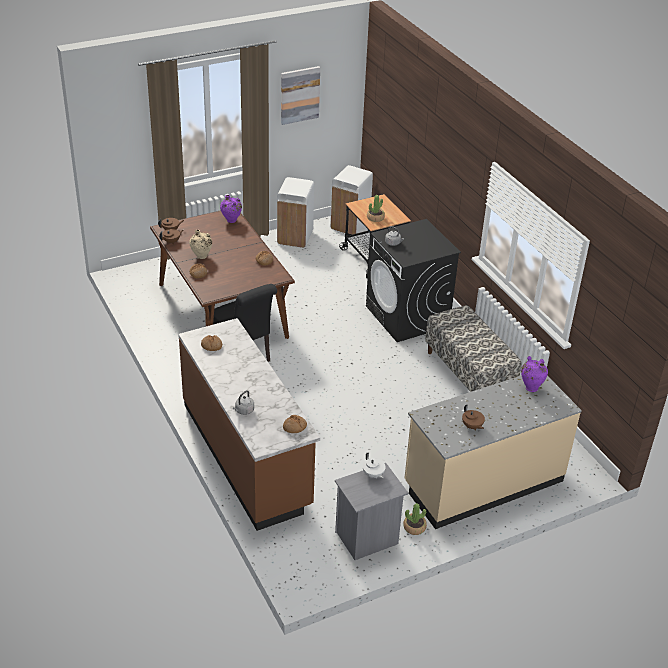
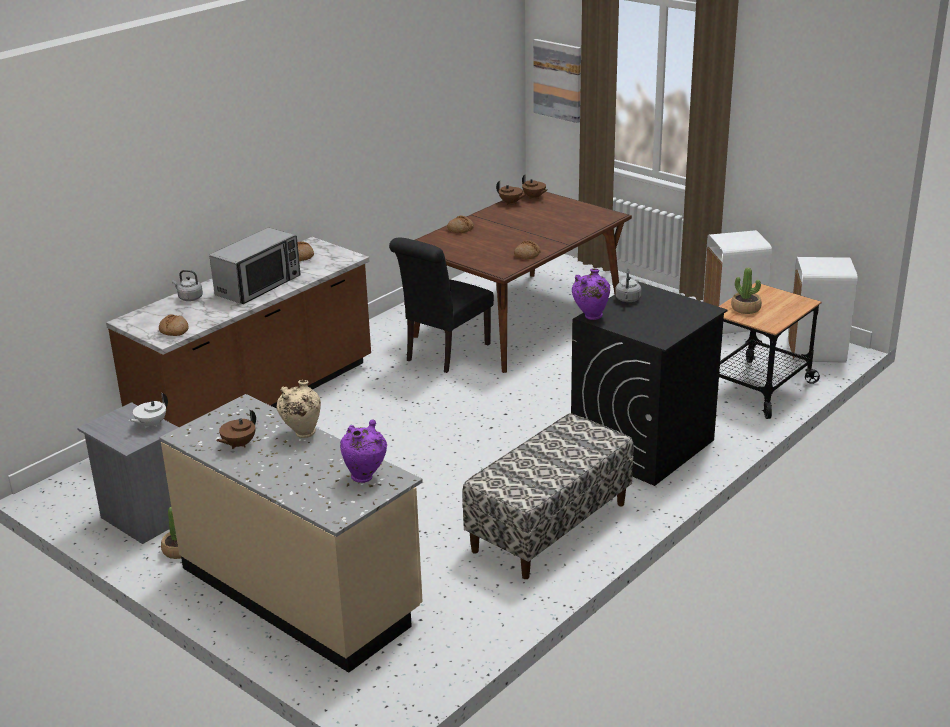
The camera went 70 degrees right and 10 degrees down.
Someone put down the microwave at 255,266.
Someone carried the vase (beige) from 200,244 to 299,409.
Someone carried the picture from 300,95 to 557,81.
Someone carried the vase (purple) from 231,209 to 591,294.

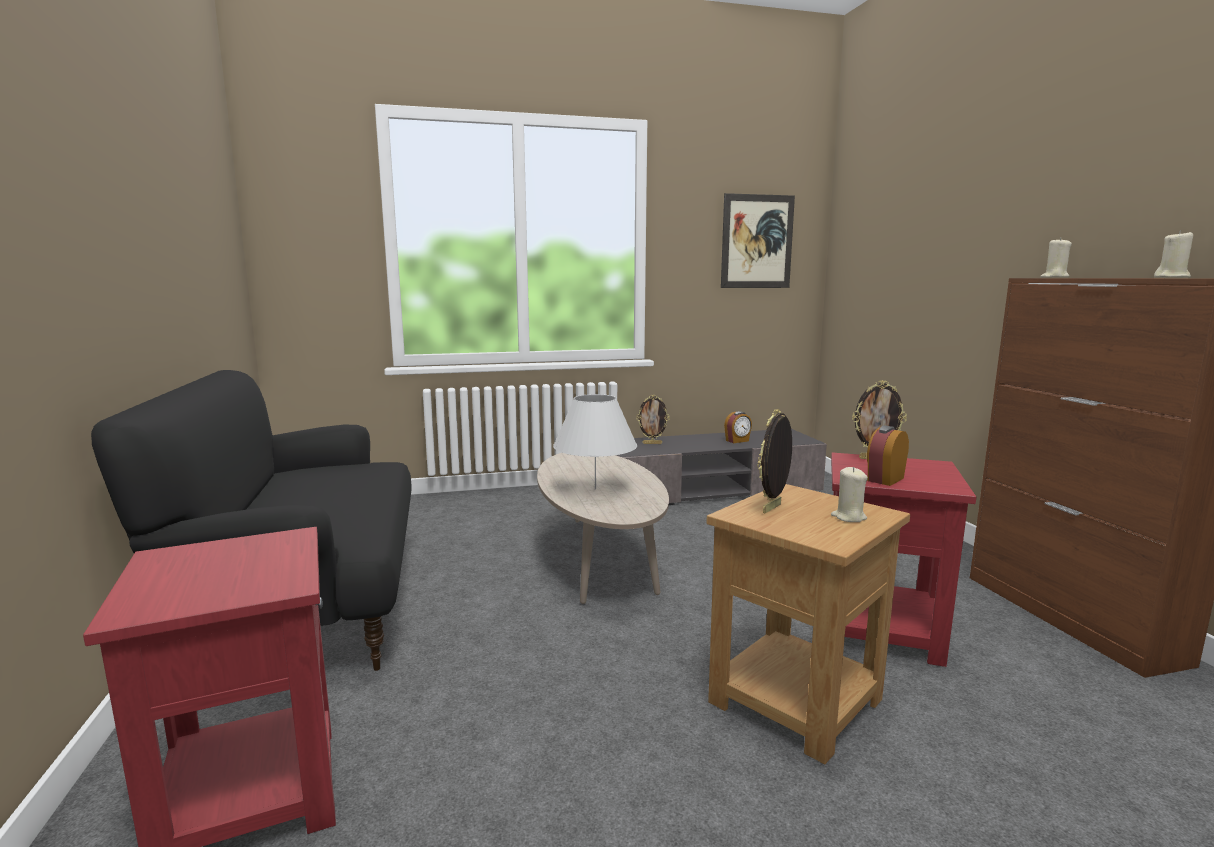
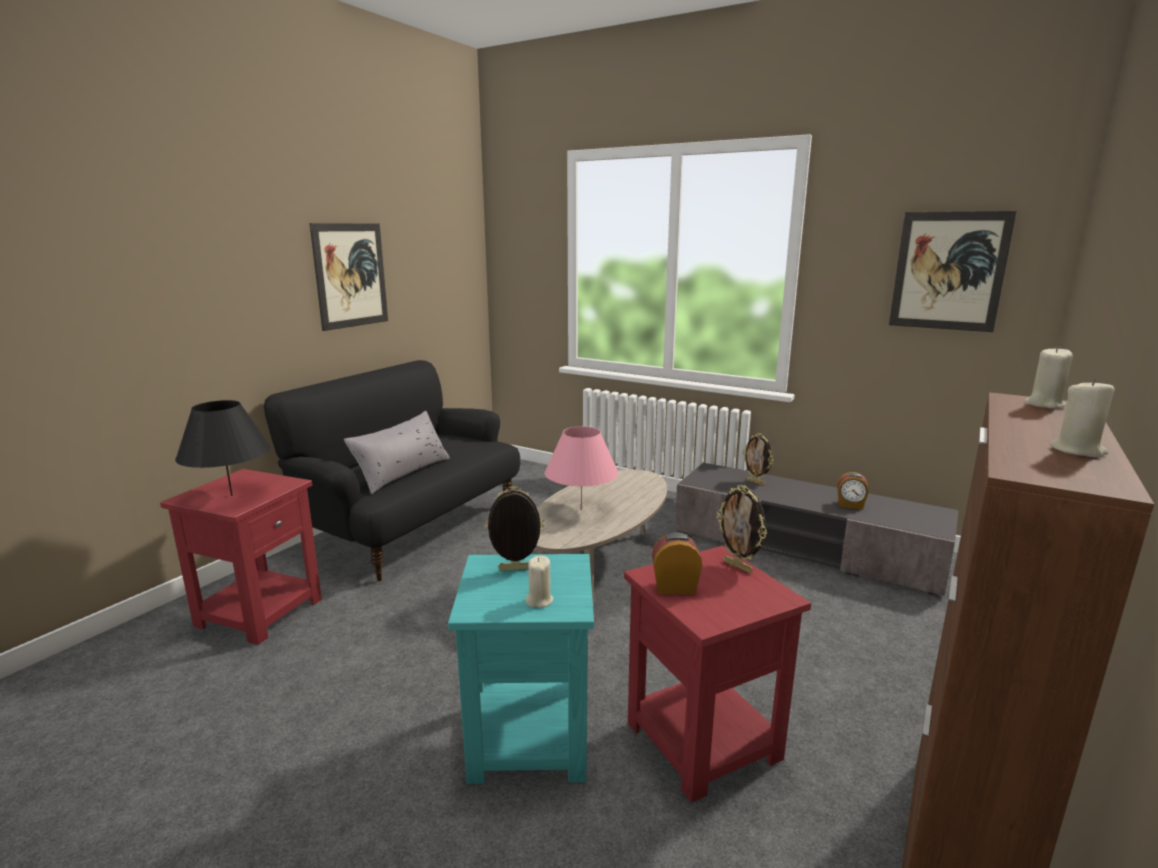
The camera went 45 degrees right and 5 degrees up.
Someone put down the table lamp (black) at 223,448.
Someone put up the picture at 349,277.
Someone put down the pillow (grey) at 397,452.
Someone repainted the side table (brown) at 808,624, which became the side table (turquoise) at 521,669.
Someone repainted the table lamp (white) at 595,442, which became the table lamp (pink) at 582,468.

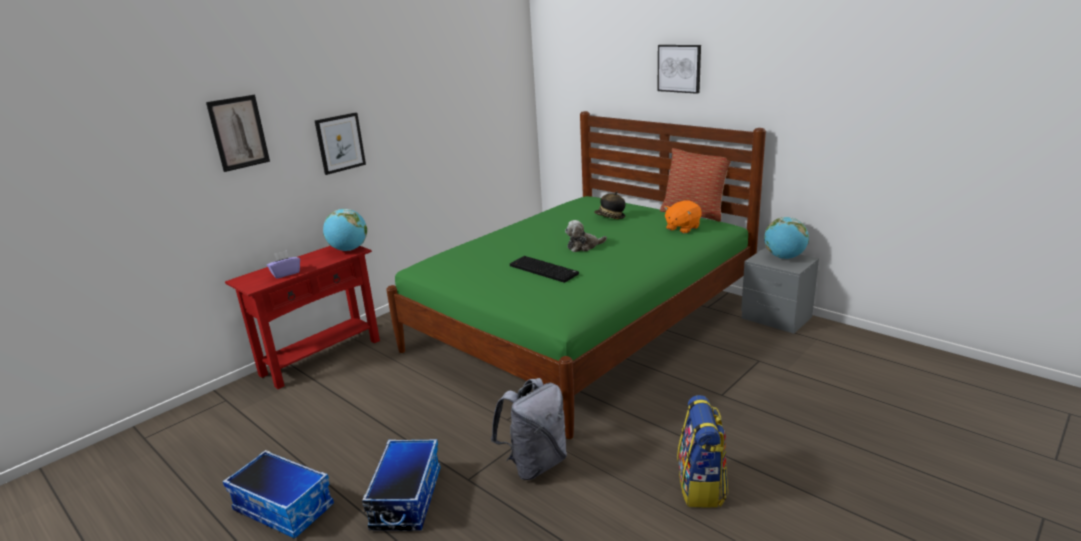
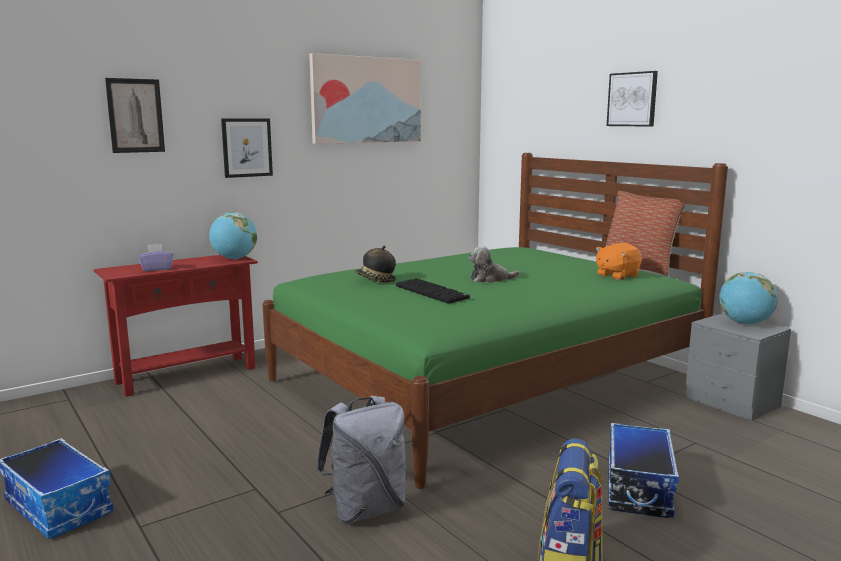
The camera went 10 degrees right and 10 degrees down.
Someone put up the picture at 365,98.
Someone carried the hat from 609,205 to 375,264.
Someone carried the storage box from 401,485 to 643,470.

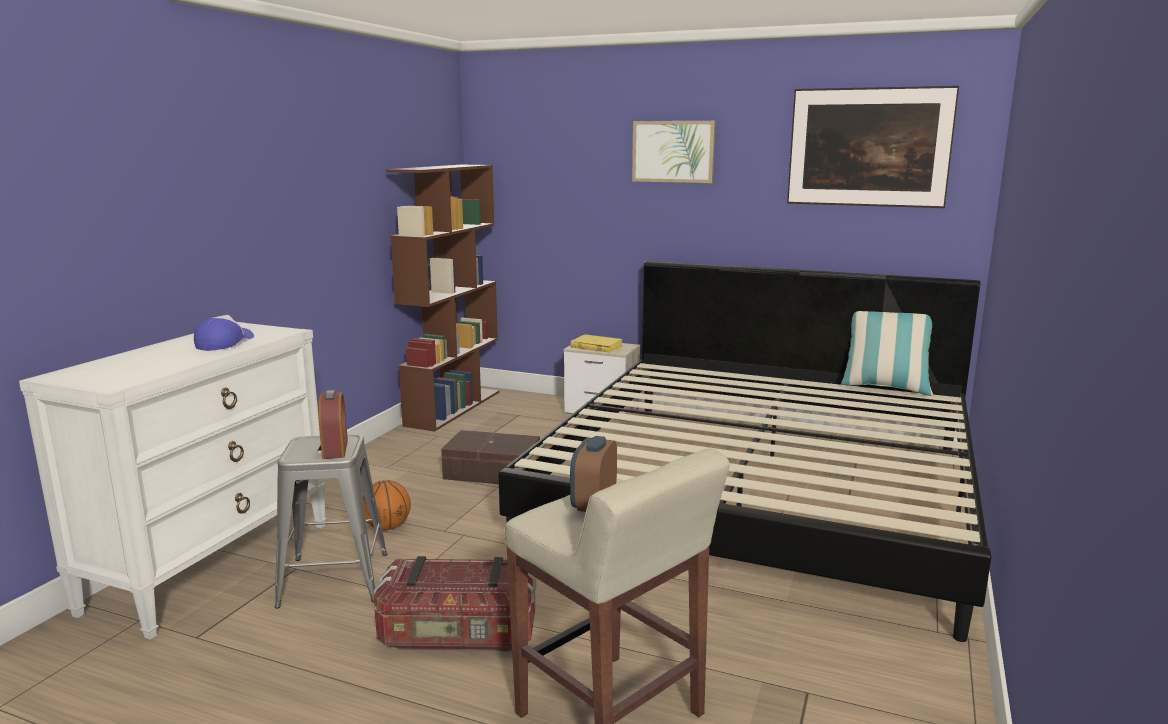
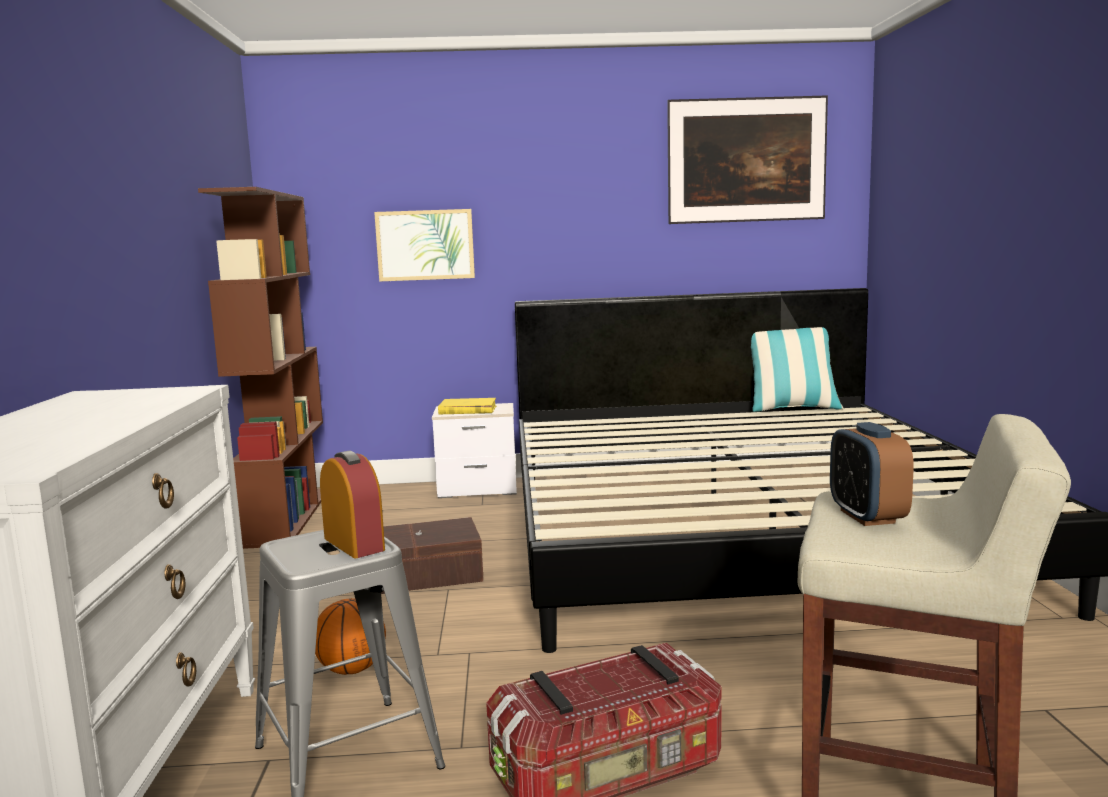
The camera went 25 degrees left and 5 degrees down.
Someone carried the picture from 674,152 to 424,245.
Someone took away the cap at 224,333.

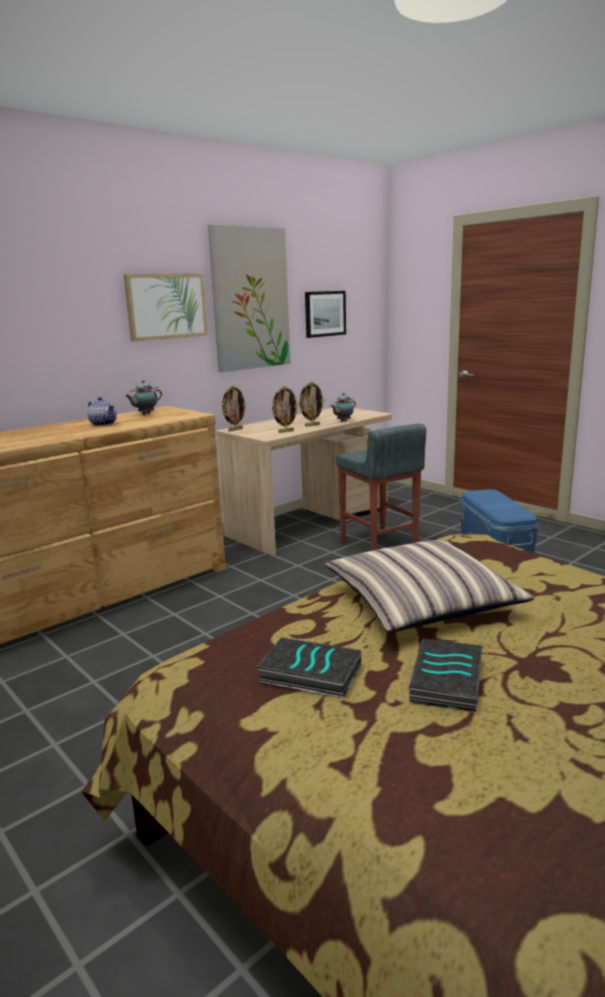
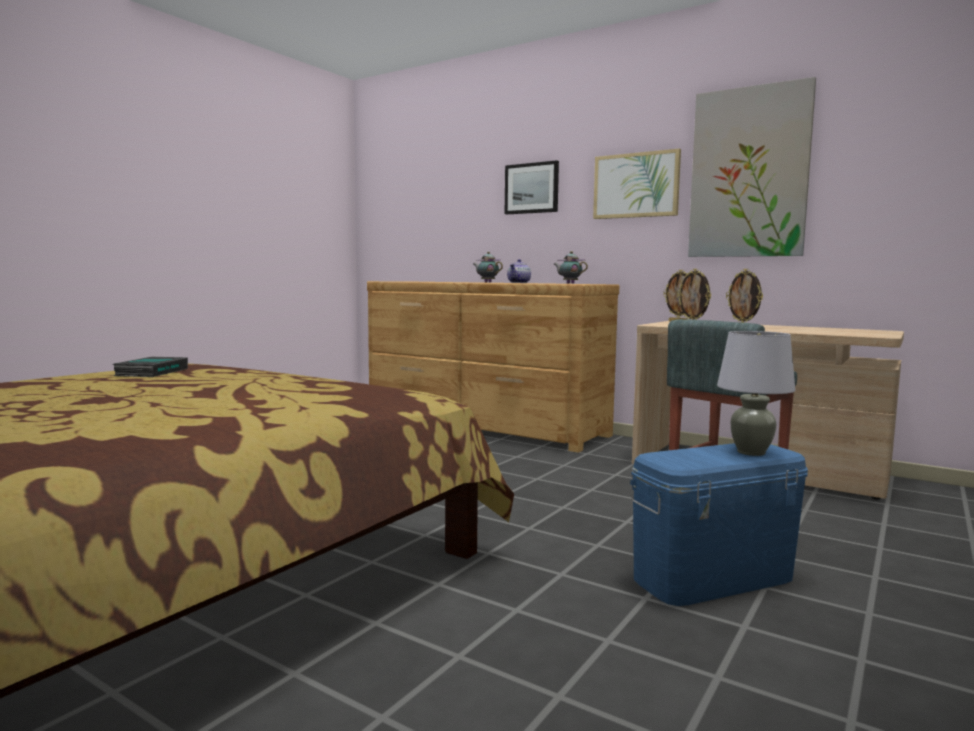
The camera went 75 degrees right and 10 degrees down.
Someone carried the teapot from 343,407 to 488,267.
Someone carried the picture from 325,314 to 532,187.
Someone put down the table lamp (grey) at 756,393.
Someone took away the pillow at 429,586.
Someone took away the book at 445,675.

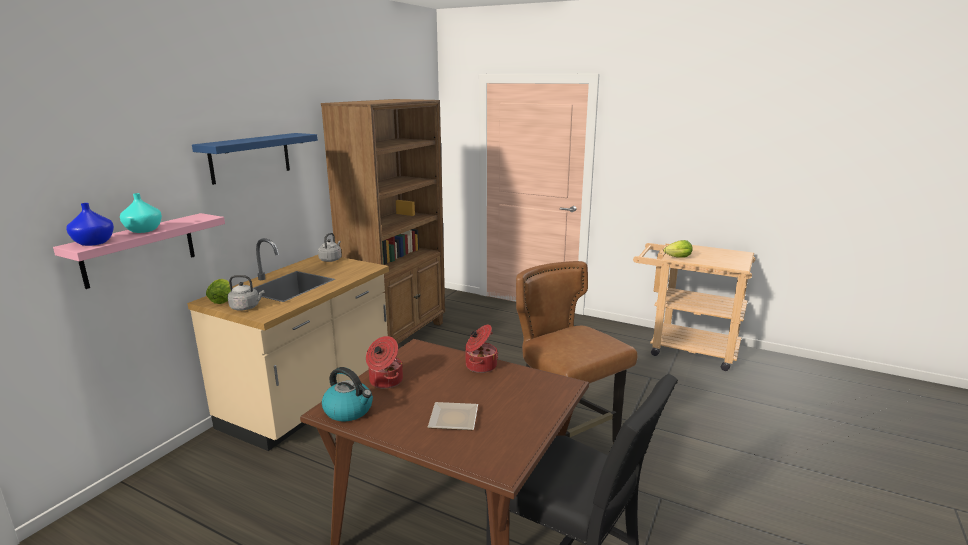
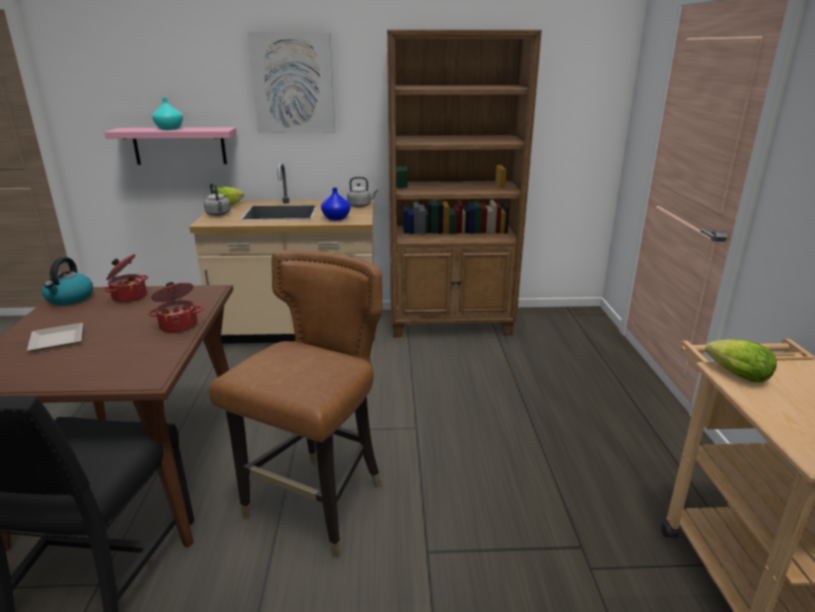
The camera went 60 degrees right and 5 degrees up.
Someone swapped the shelf (blue) at 255,159 for the picture at 291,82.
Someone carried the vase (blue) from 90,224 to 336,204.

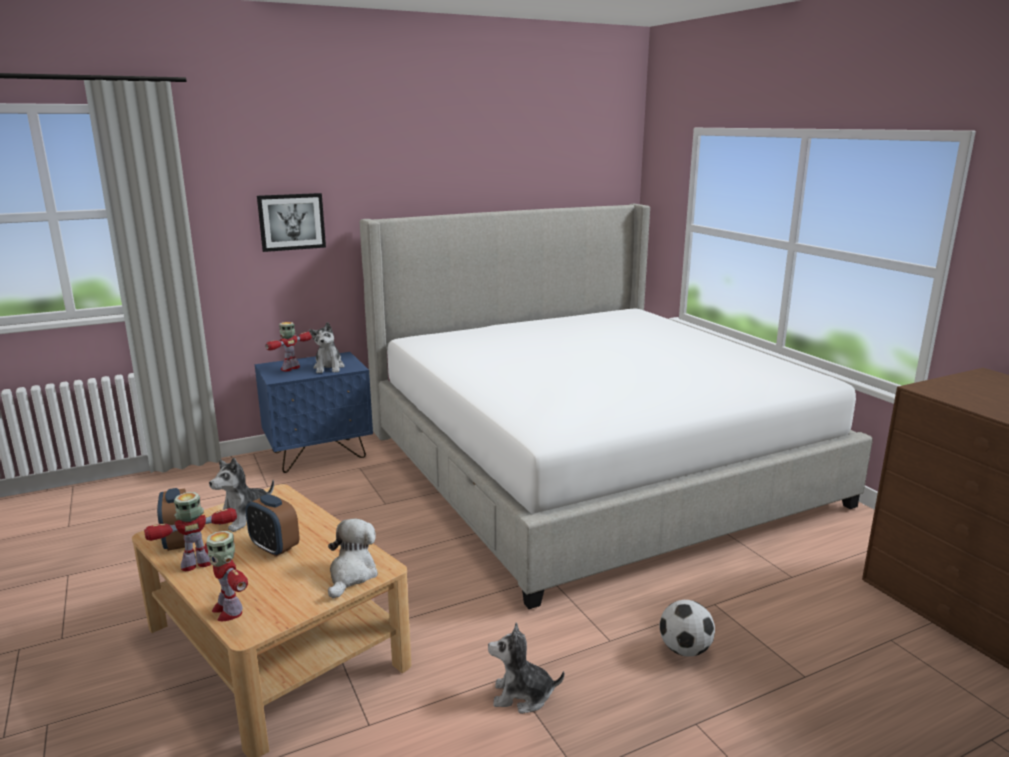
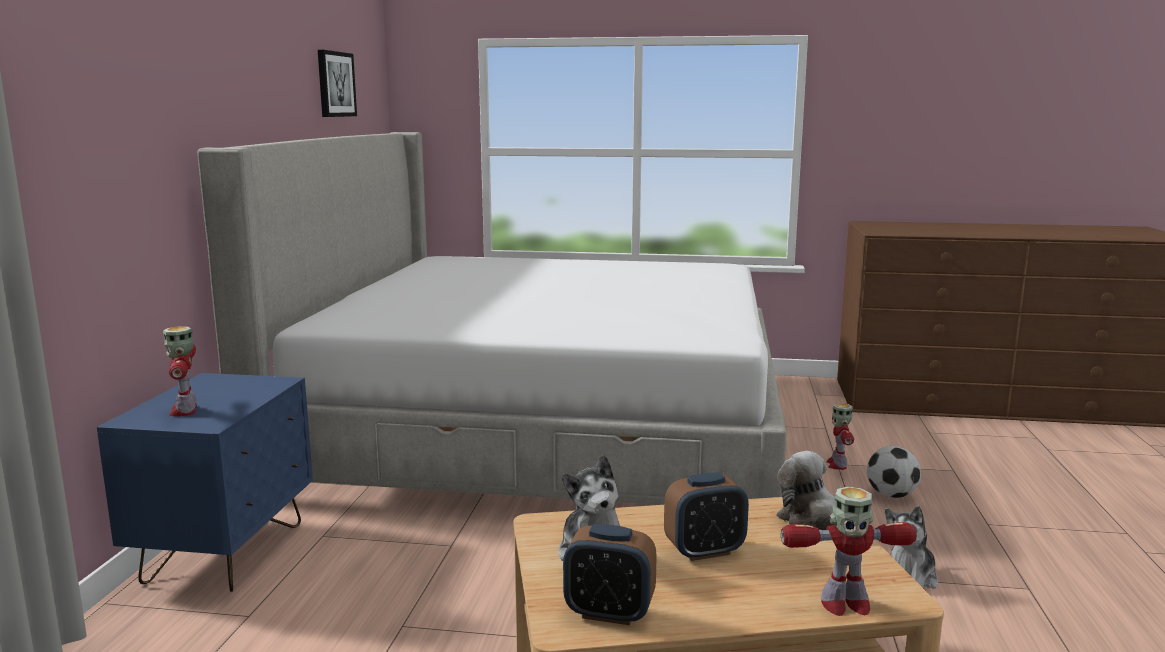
The camera went 55 degrees left and 5 degrees down.
Someone carried the picture from 291,222 to 337,83.
Someone carried the toy robot from 190,531 to 840,436.
Someone took away the plush toy at 326,347.

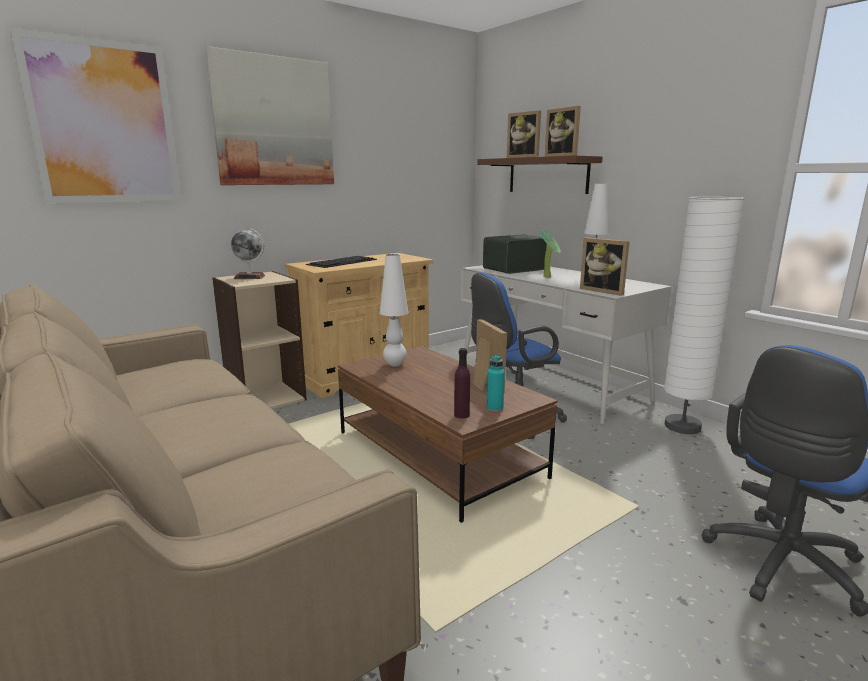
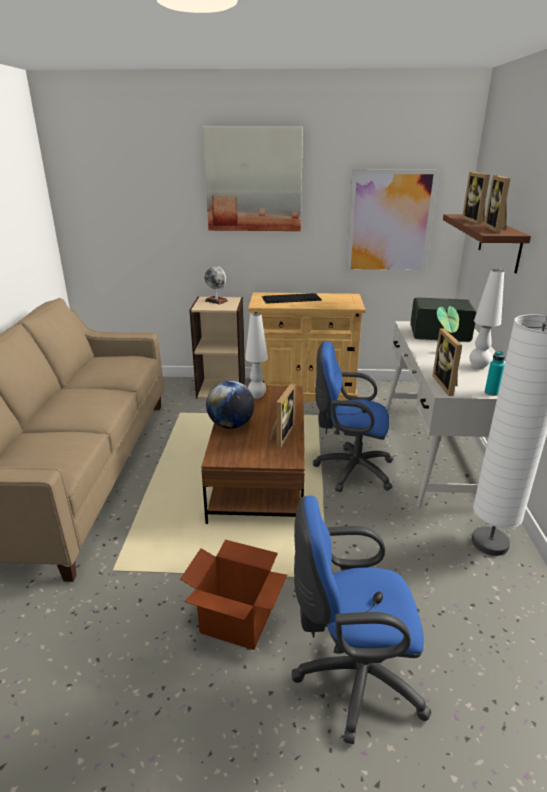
The camera went 40 degrees right and 10 degrees up.
Someone put down the cardboard box at 233,595.
Someone put down the globe at 230,405.
Someone carried the picture from 96,115 to 392,221.
Someone carried the bottle (turquoise) from 496,383 to 494,373.
Someone took away the bottle (purple) at 462,383.

